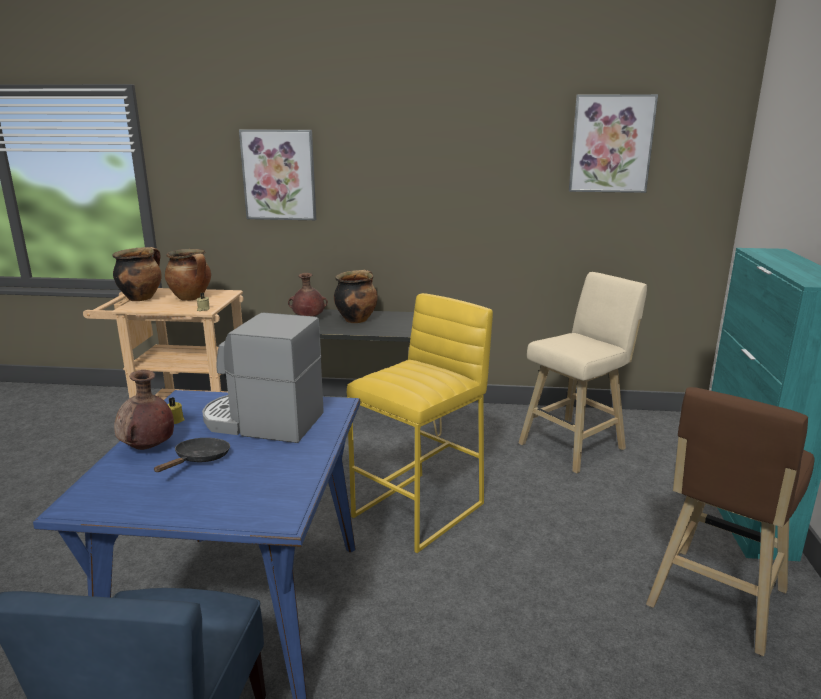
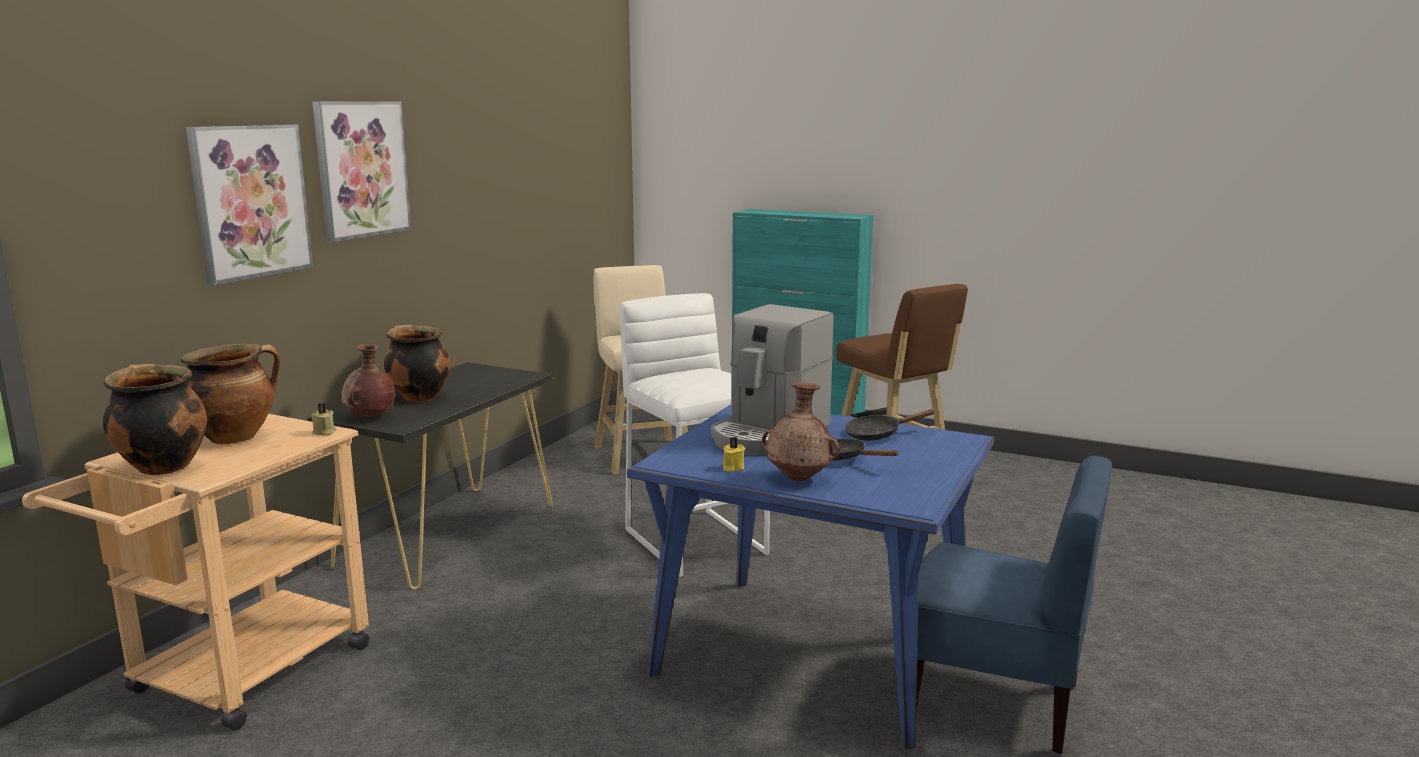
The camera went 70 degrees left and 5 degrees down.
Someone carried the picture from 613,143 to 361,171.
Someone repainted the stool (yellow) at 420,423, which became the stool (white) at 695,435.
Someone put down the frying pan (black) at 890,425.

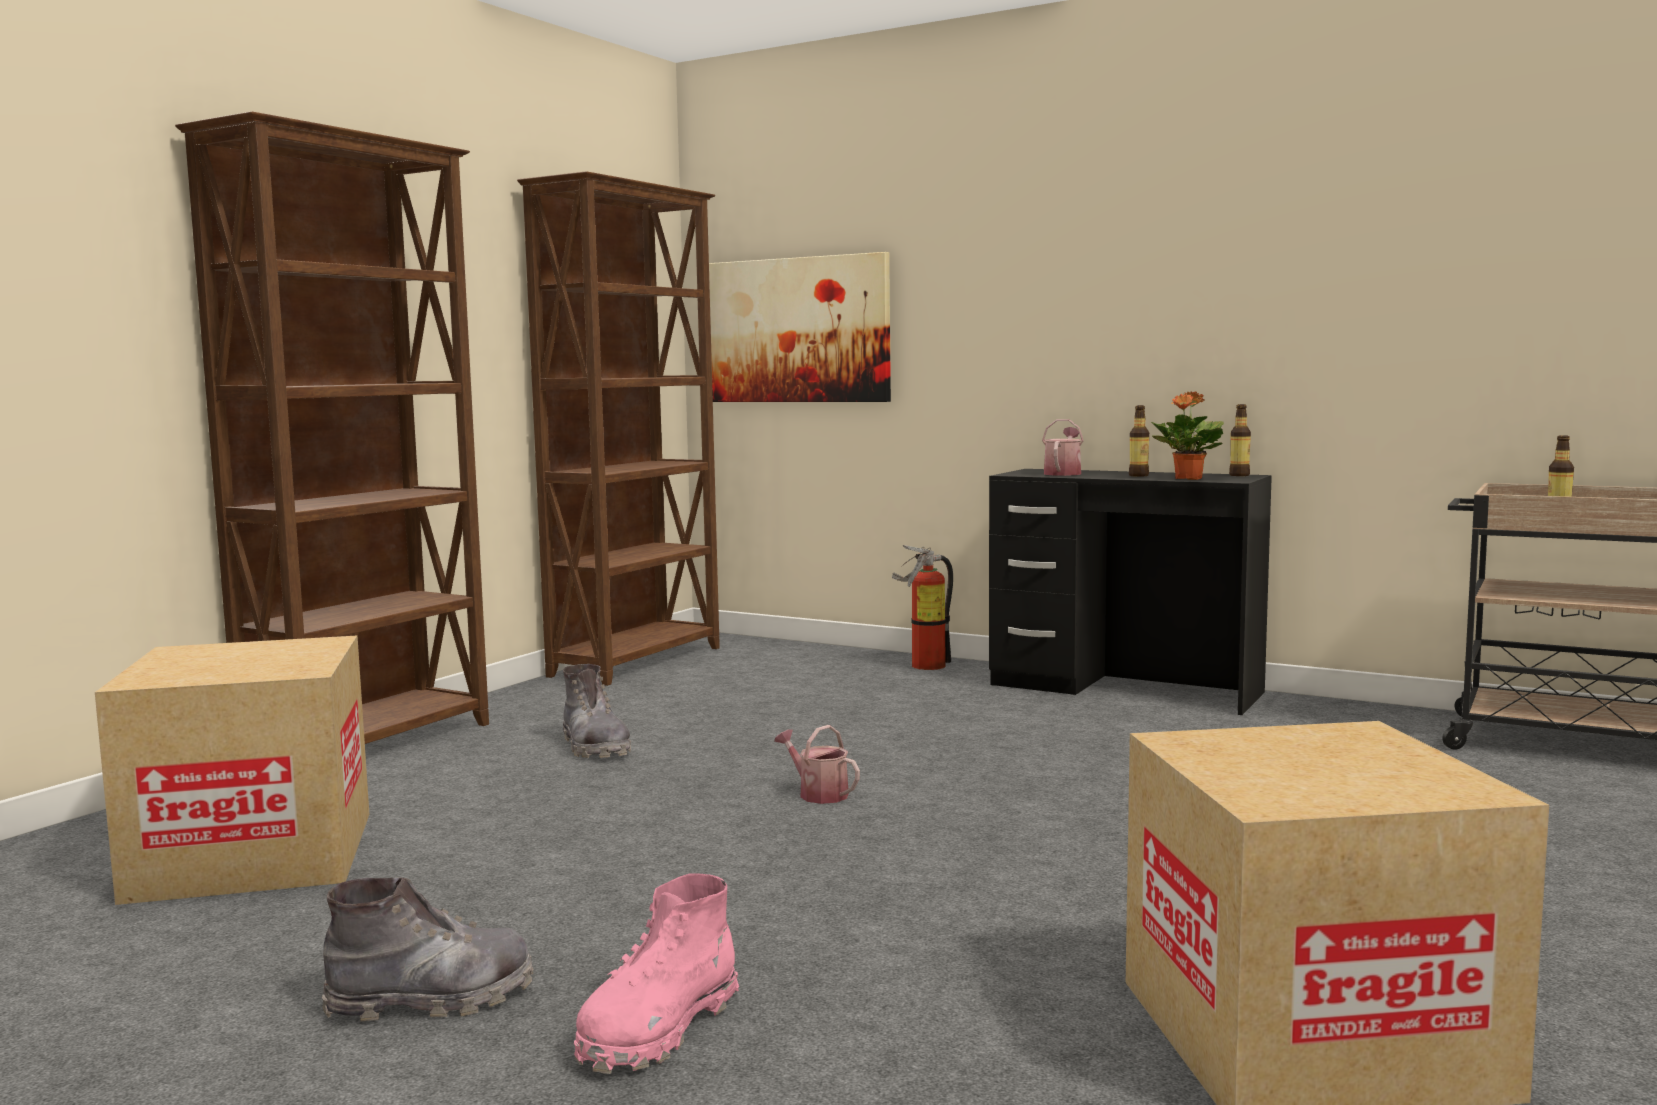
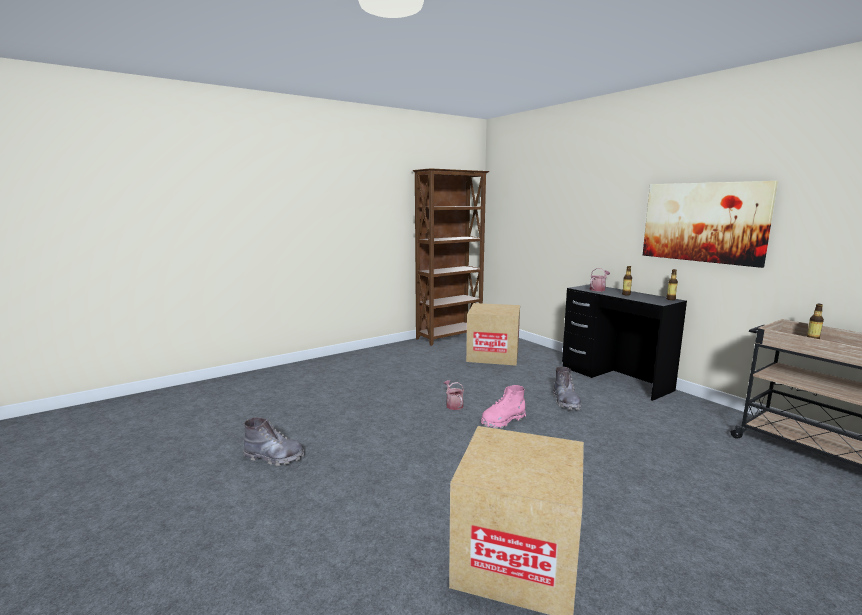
The camera went 25 degrees right and 5 degrees up.
Someone carried the cardboard box from 232,770 to 493,334.
Someone carried the boot (pink) from 656,973 to 503,407.
Someone carried the boot (grey) from 597,711 to 567,388.
Someone carried the picture from 800,327 to 710,224.
Someone took away the bookcase (brown) at 332,427.
Someone took away the fire extinguisher at 922,607.
Someone took away the potted plant at 1187,436.

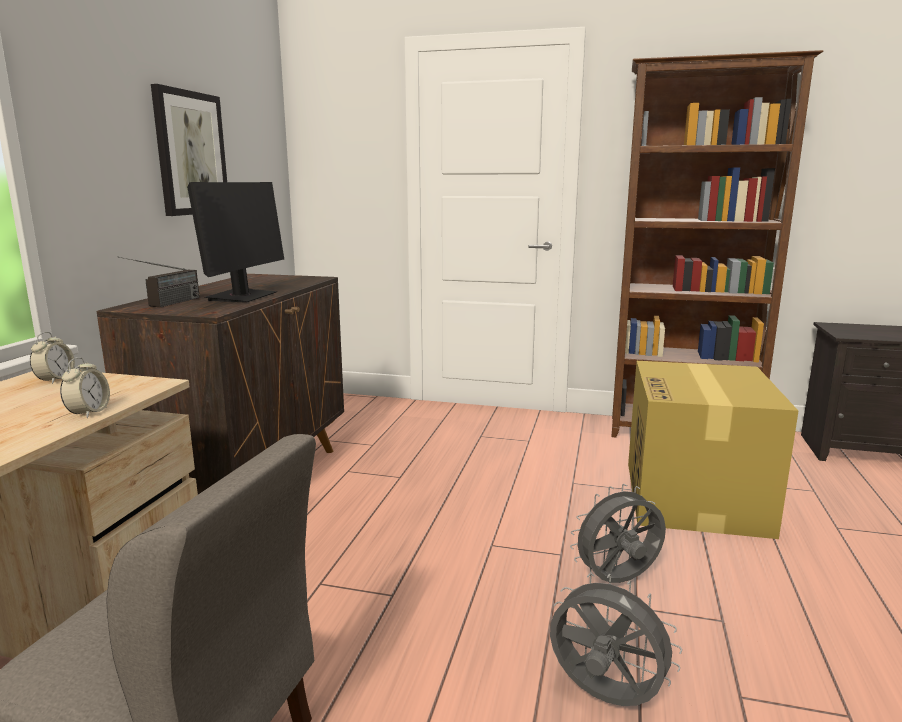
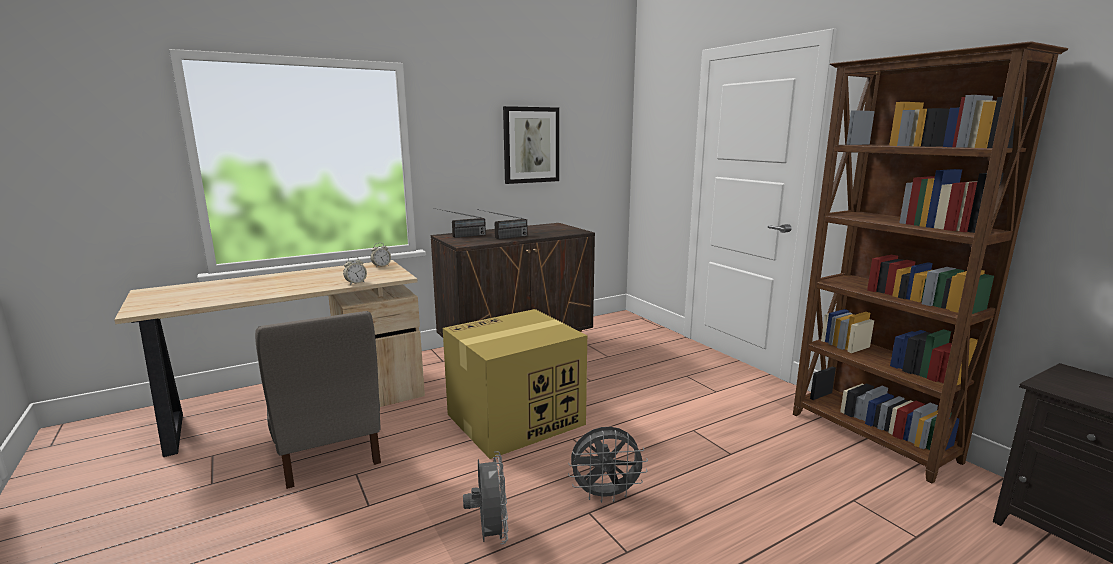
The camera went 45 degrees right and 0 degrees up.
Someone carried the cardboard box from 713,450 to 515,384.
Someone swapped the monitor at 235,242 for the radio at 504,224.
Someone rotated the fan (grey) at 618,533 by 150 degrees clockwise.

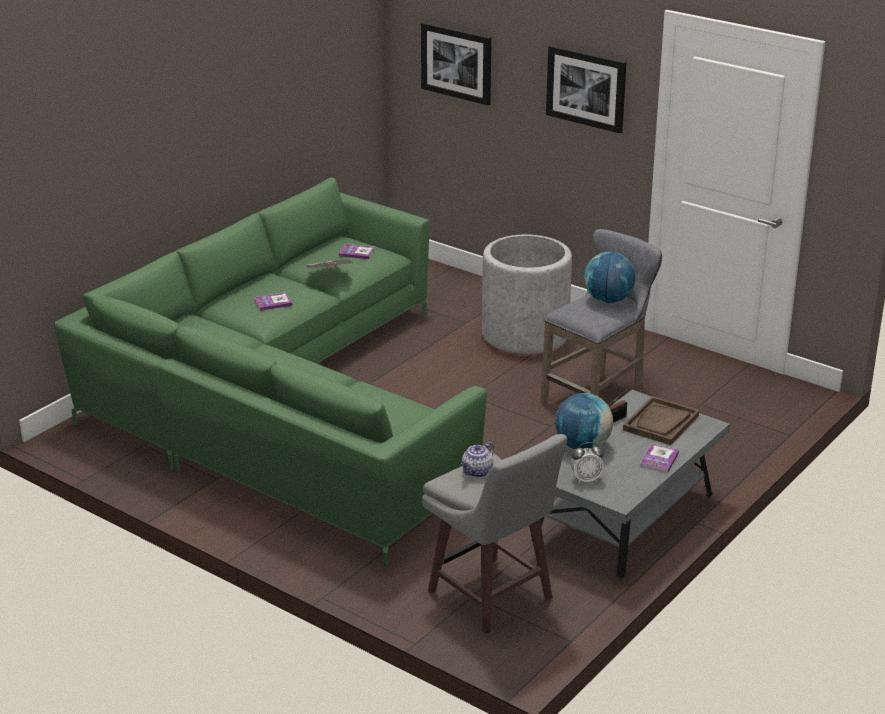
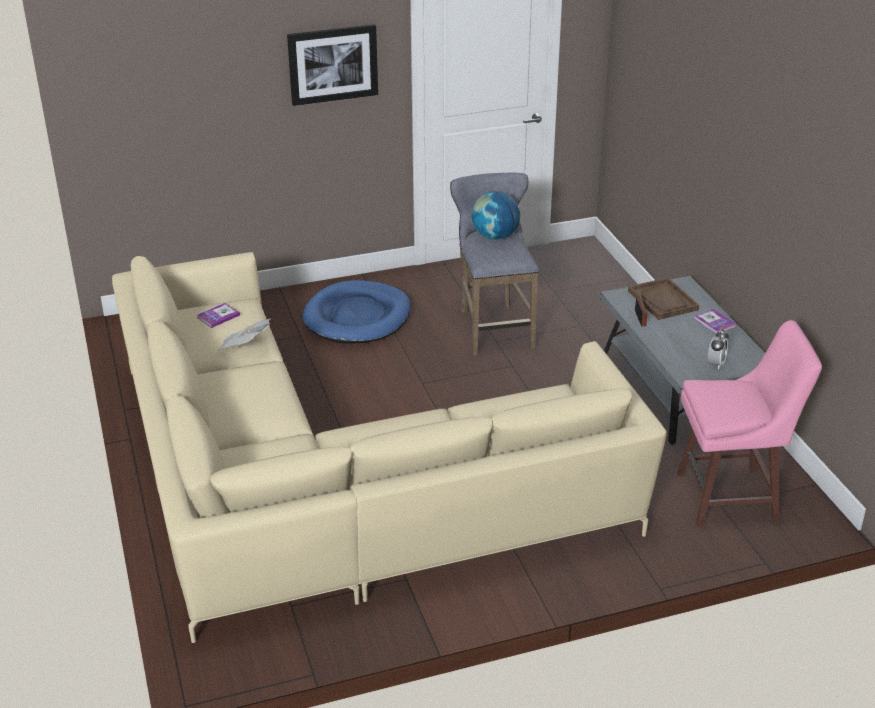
The camera went 55 degrees left and 5 degrees up.
Someone repainted the sofa (green) at 271,373, which became the sofa (beige) at 389,447.
Someone swapped the planter (grey) at 527,294 for the dog bed (blue) at 356,312.
Someone repainted the stool (grey) at 494,534, which became the stool (pink) at 749,423.
Someone took away the book at 273,301.
Someone took away the picture at 456,64.
Someone took away the teapot at 477,459.
Someone took away the globe at 584,421.

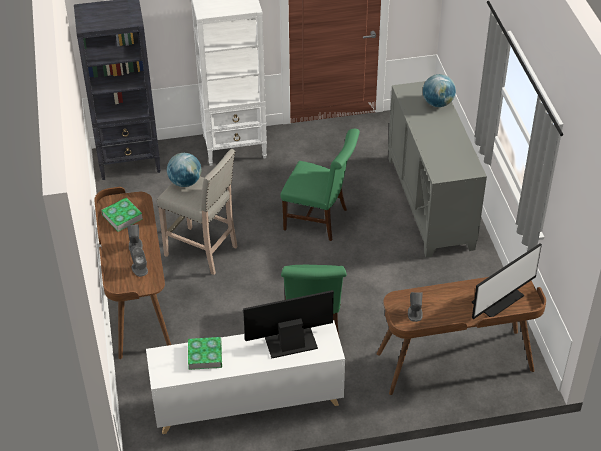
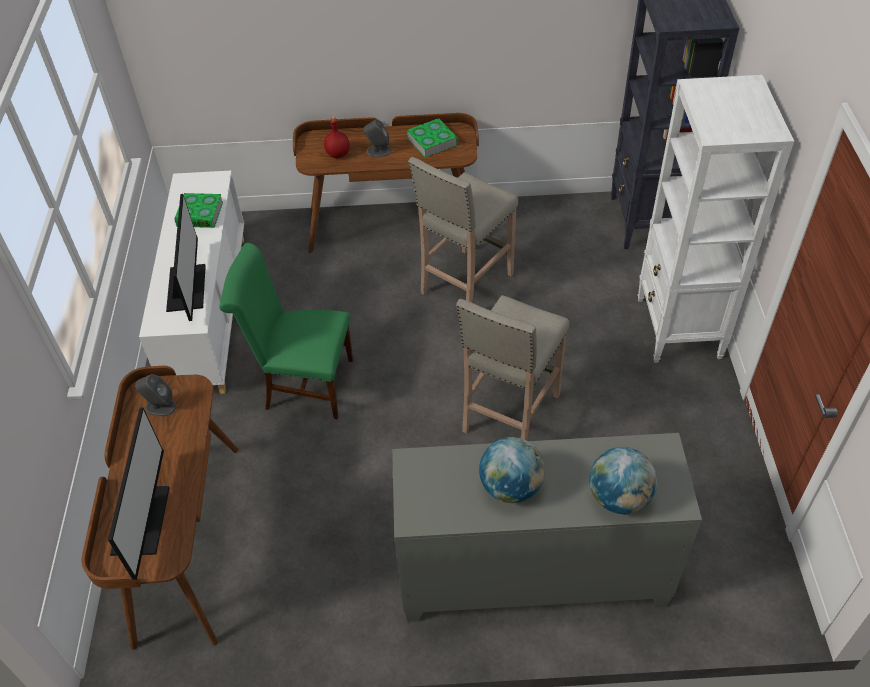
The camera went 100 degrees right and 5 degrees up.
Someone rotated the monitor at 507,281 by 150 degrees counterclockwise.
Someone swapped the speaker (grey) at 139,261 for the bottle (red) at 337,137.
Someone swapped the chair (green) at 320,185 for the stool (beige) at 513,367.
Someone carried the globe from 184,170 to 512,470.

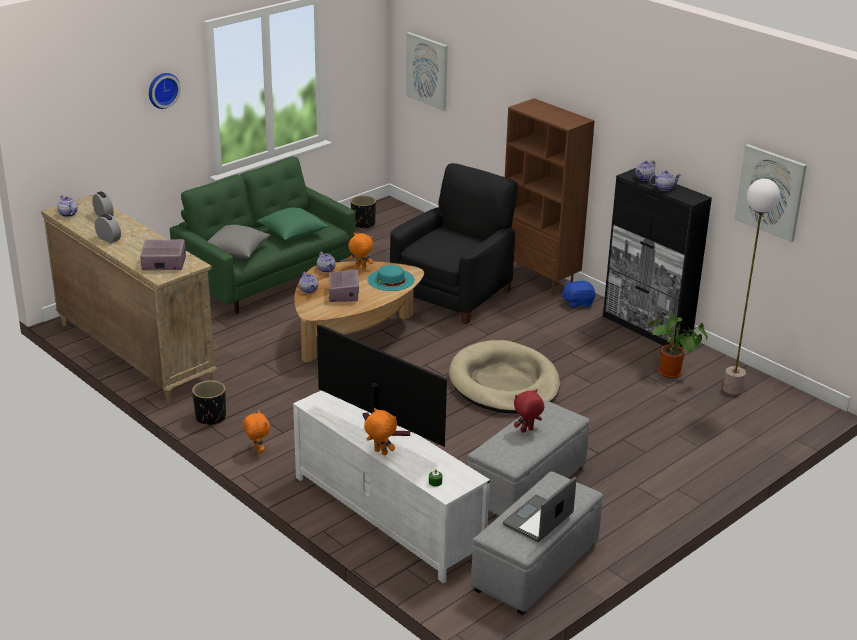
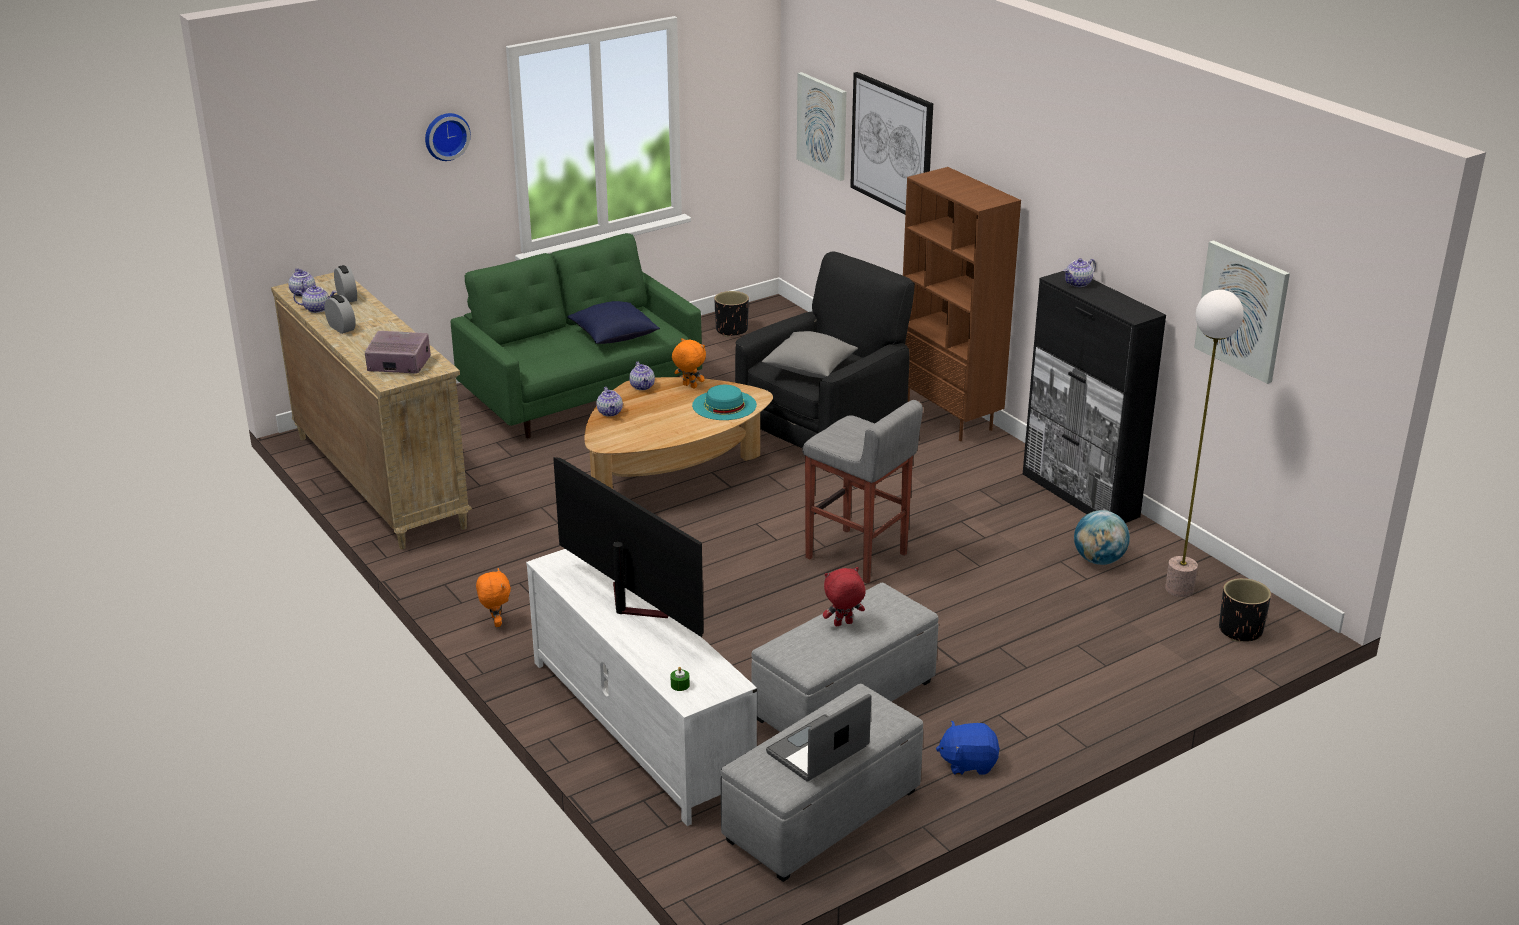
The camera went 10 degrees right and 0 degrees up.
Someone carried the teapot from 665,180 to 315,299.
Someone repainted the pillow (green) at 292,224, which became the pillow (blue) at 613,322.
Someone carried the pillow (grey) from 239,241 to 810,354.
Someone swapped the dog bed (beige) at 504,377 for the stool (grey) at 862,492.
Someone put up the picture at 891,143.
Someone carried the plush toy (blue) from 578,294 to 968,747.
Someone swapped the potted plant at 678,346 for the globe at 1102,537.
Someone carried the planter (black) from 209,402 to 1245,610.
Someone took away the radio at 344,286.
Someone took away the plush toy (orange) at 380,431.

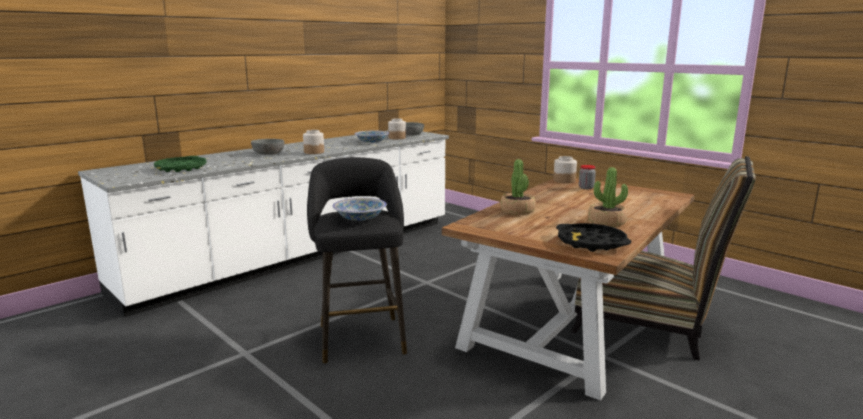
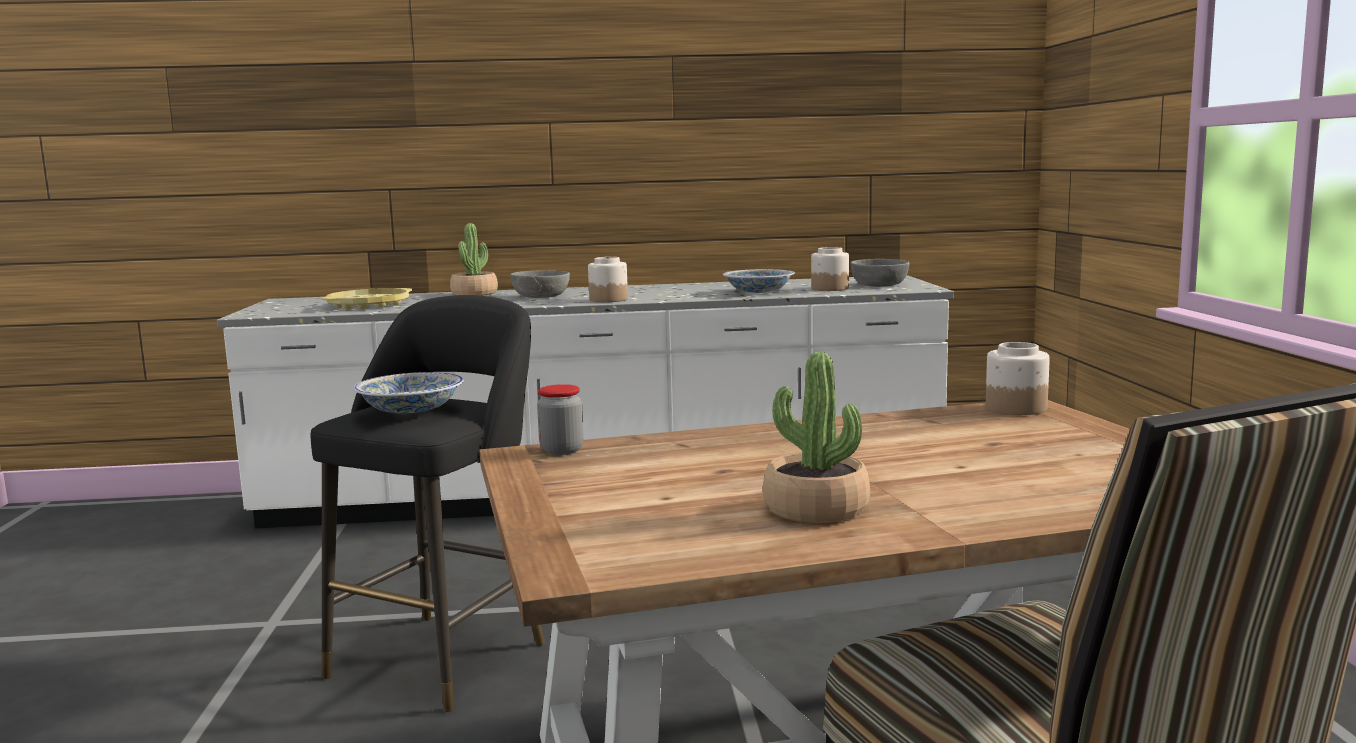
The camera went 40 degrees right and 5 degrees down.
Someone repainted the tray (green) at 180,164, which became the tray (yellow) at 367,298.
Someone carried the potted plant from 518,187 to 474,259.
Someone carried the jar from 587,177 to 560,419.
Someone took away the tray (black) at 593,237.

